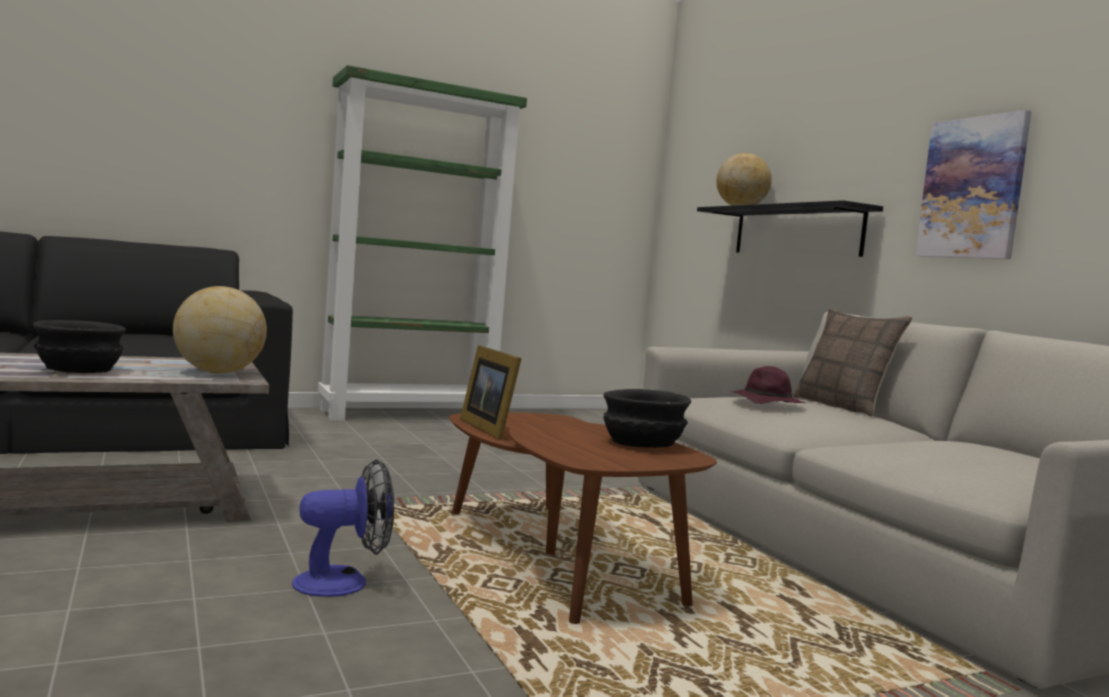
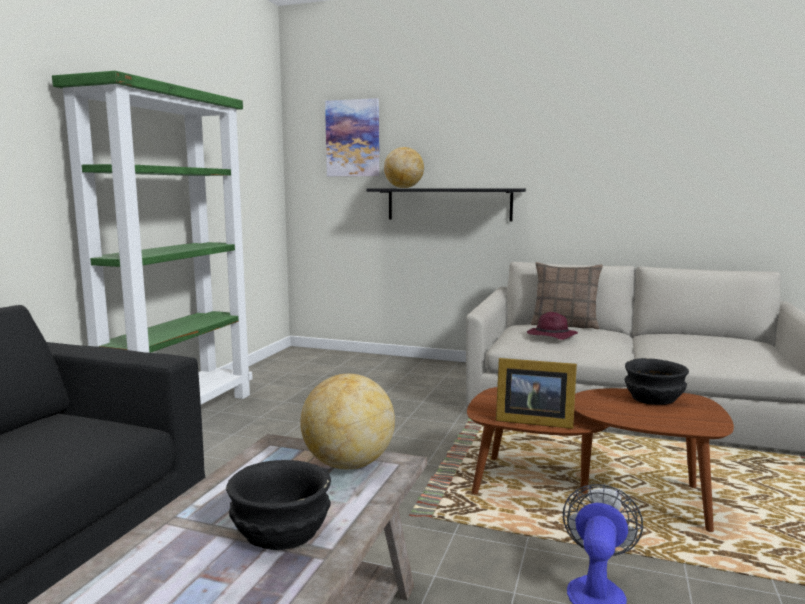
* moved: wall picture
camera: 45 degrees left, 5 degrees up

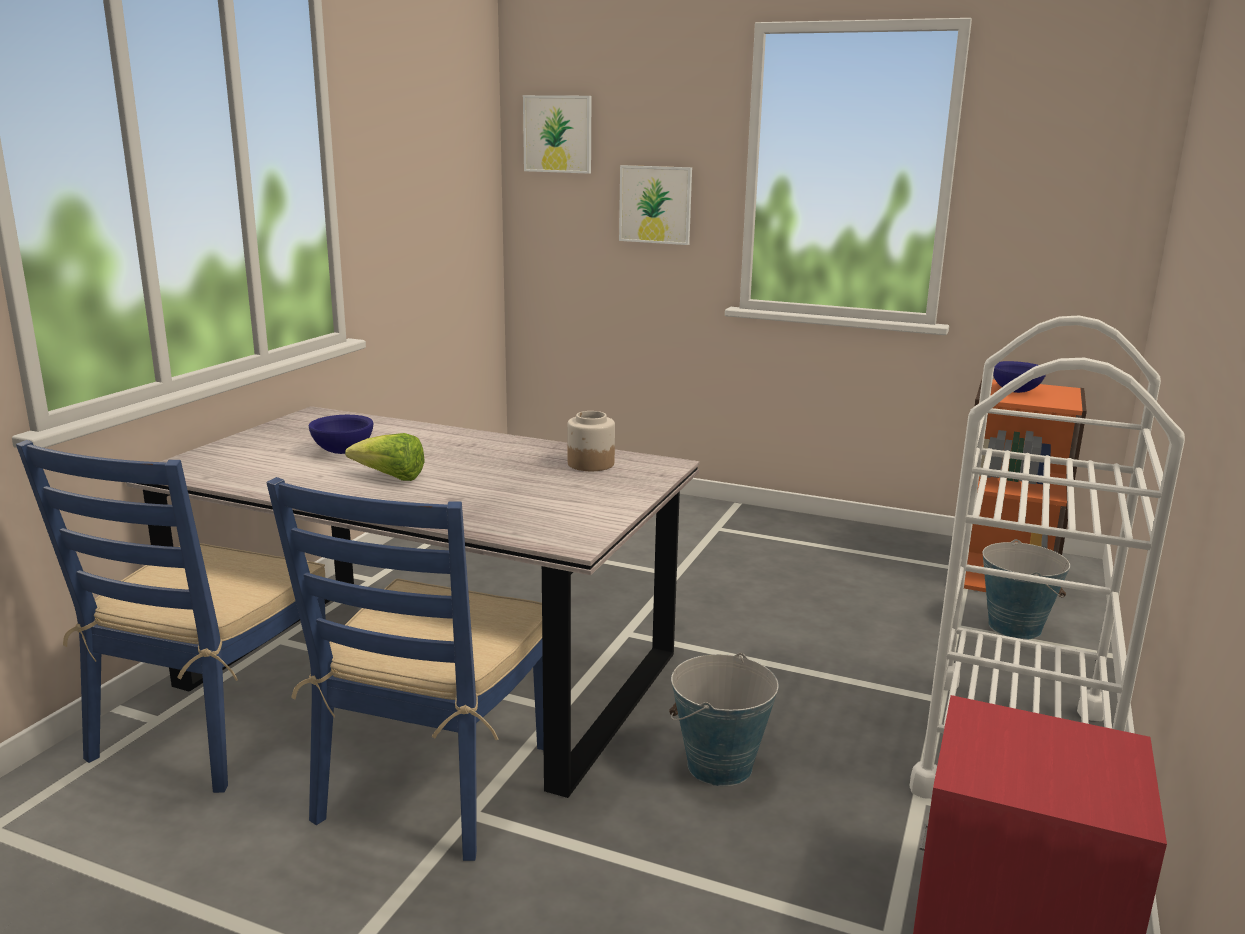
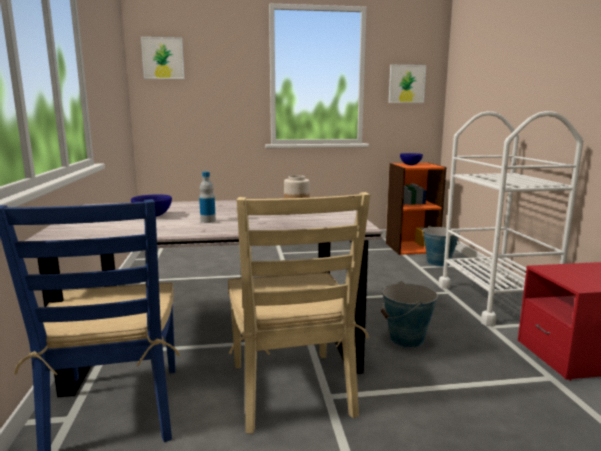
* replaced: head of lettuce to bottle
* recoloured: bluish upright chair (2nd from left) to beige-coloured upright chair
* moved: wall picture (2nd from left)
camera: 30 degrees left, 5 degrees down

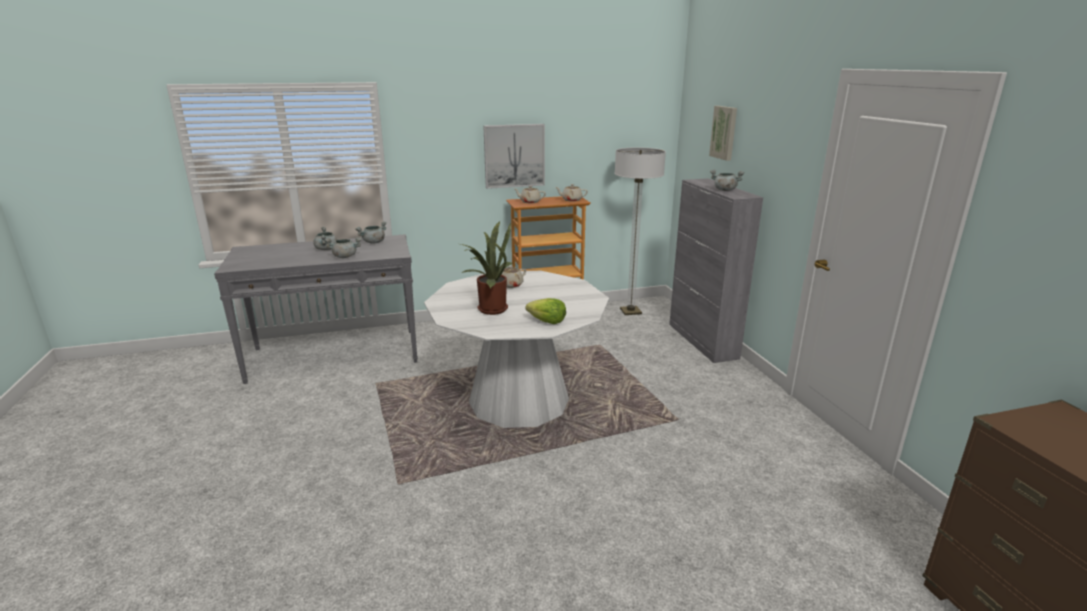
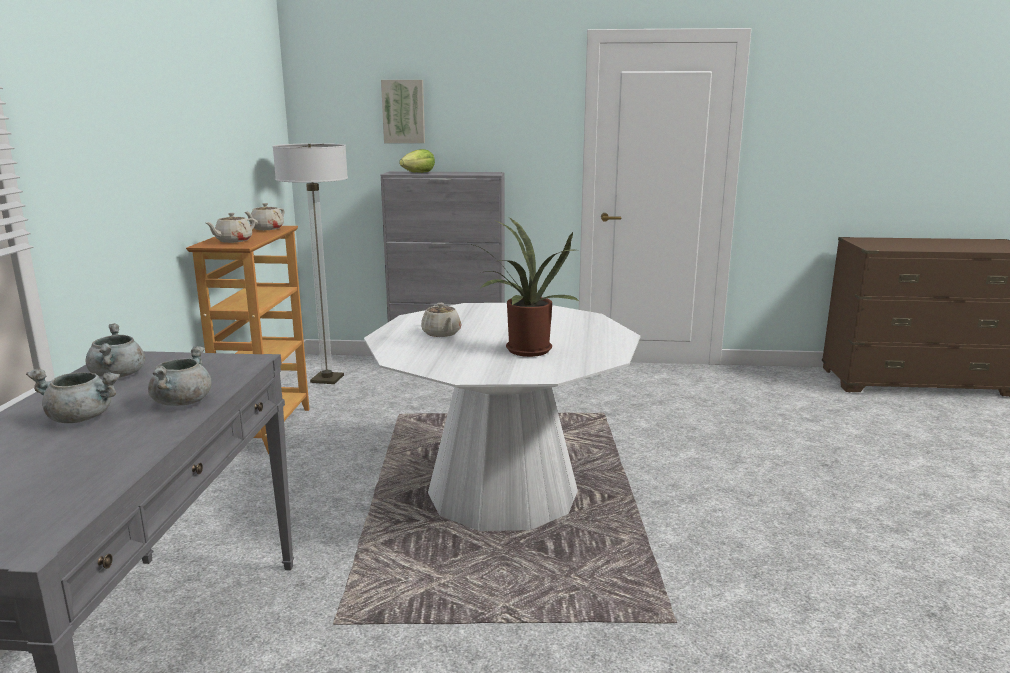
* moved: head of lettuce
* removed: wall picture (1st from left)
* removed: gray saucepot (4th from left)
camera: 70 degrees left, 5 degrees down

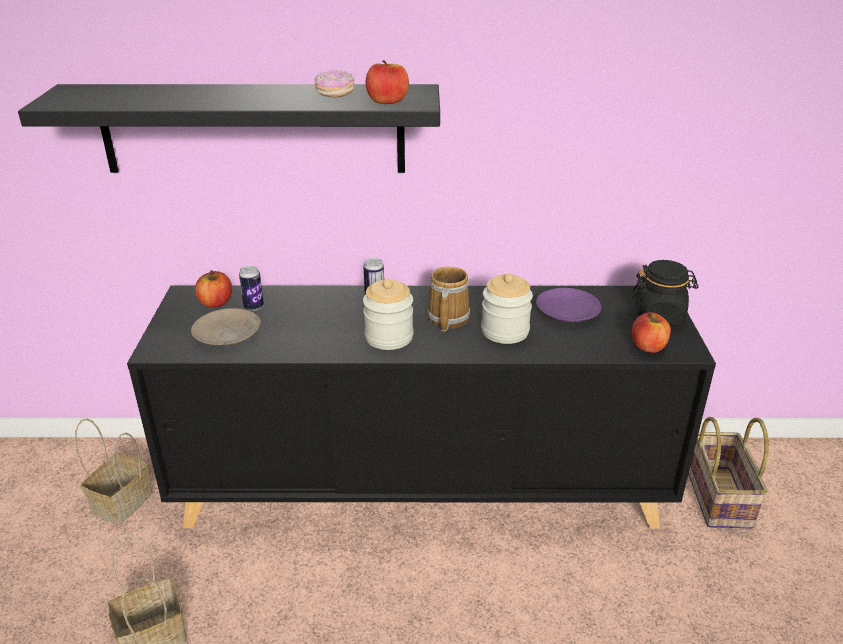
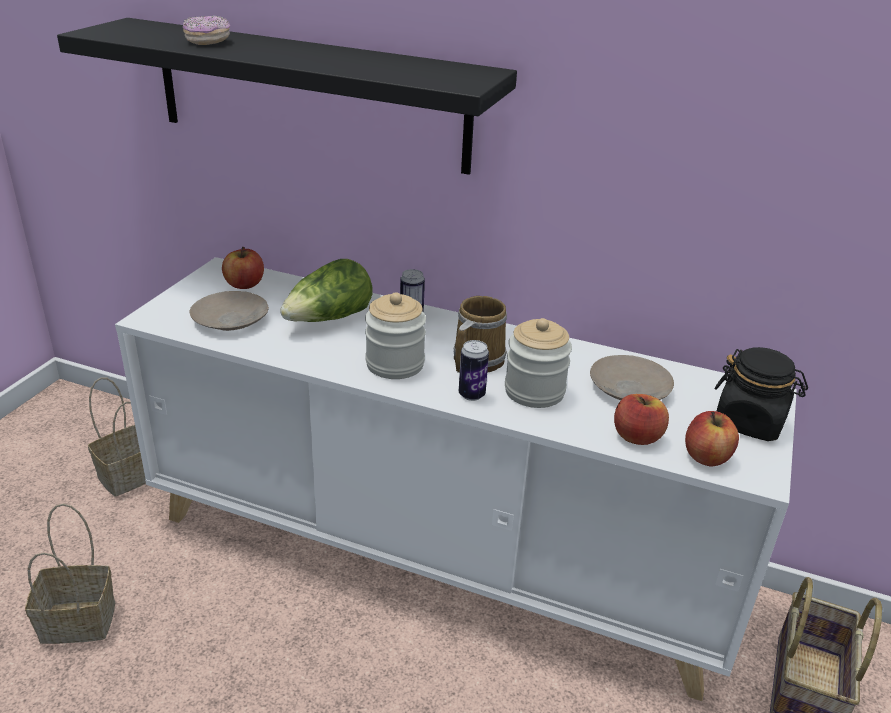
* recoloured: black-coloured cupboard to white-coloured cupboard
* moved: donut
* added: head of lettuce
* moved: can (1st from left in the first image) to can (2nd from left)
* recoloured: purple dinner plate to beige-coloured dinner plate (2nd from left)
* moved: apple fruit (2nd from left)
camera: 20 degrees right, 0 degrees up

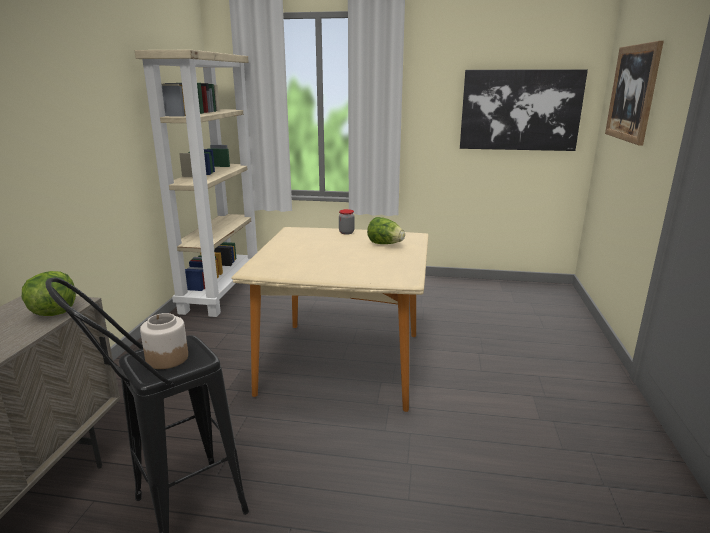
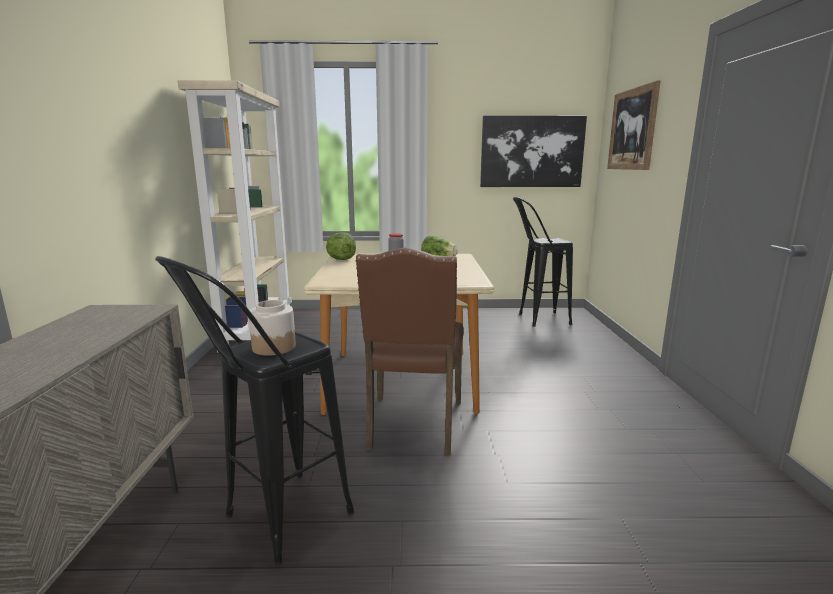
* moved: head of lettuce (1st from left)
* added: brown-coloured upright chair
* added: black-coloured sitting stool (2nd from left)
camera: 10 degrees left, 5 degrees down

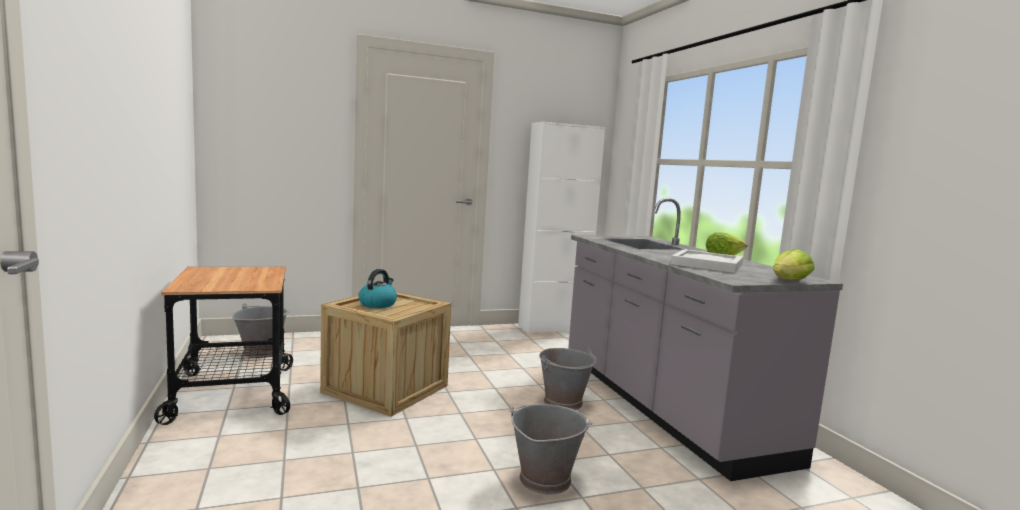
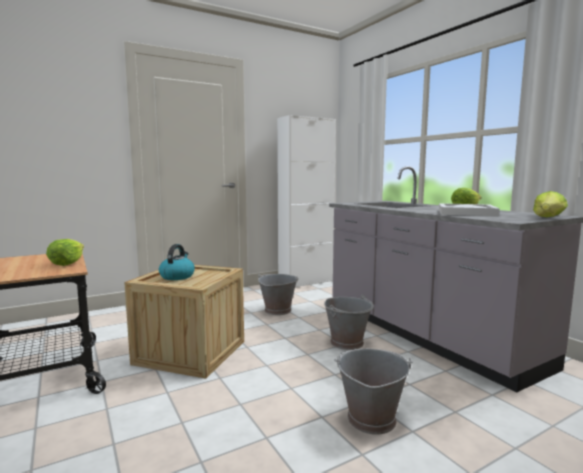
* added: head of lettuce (1st from left)
* moved: gray bucket (1st from left)
camera: 10 degrees left, 0 degrees up

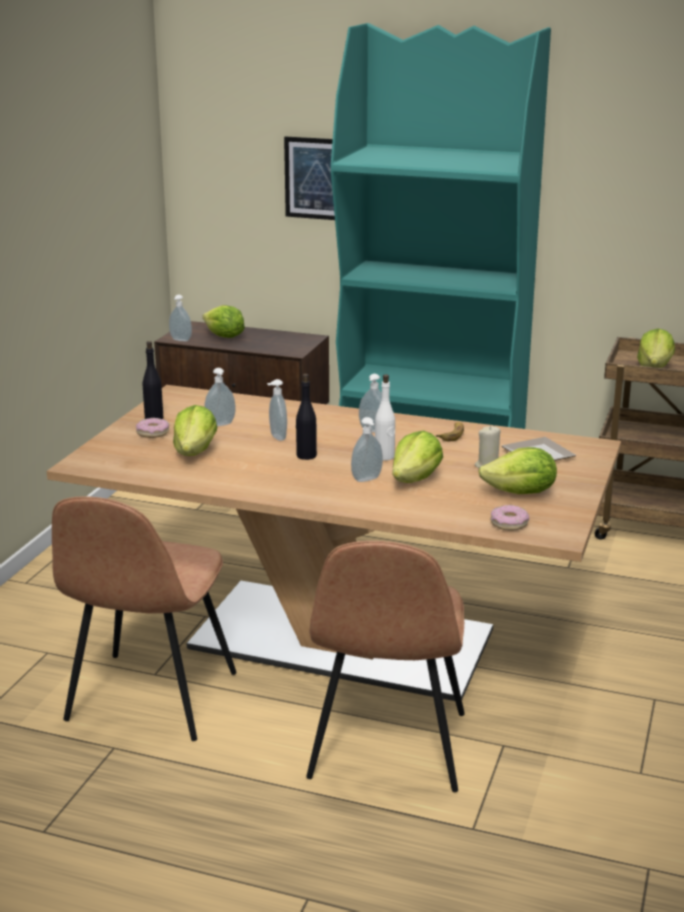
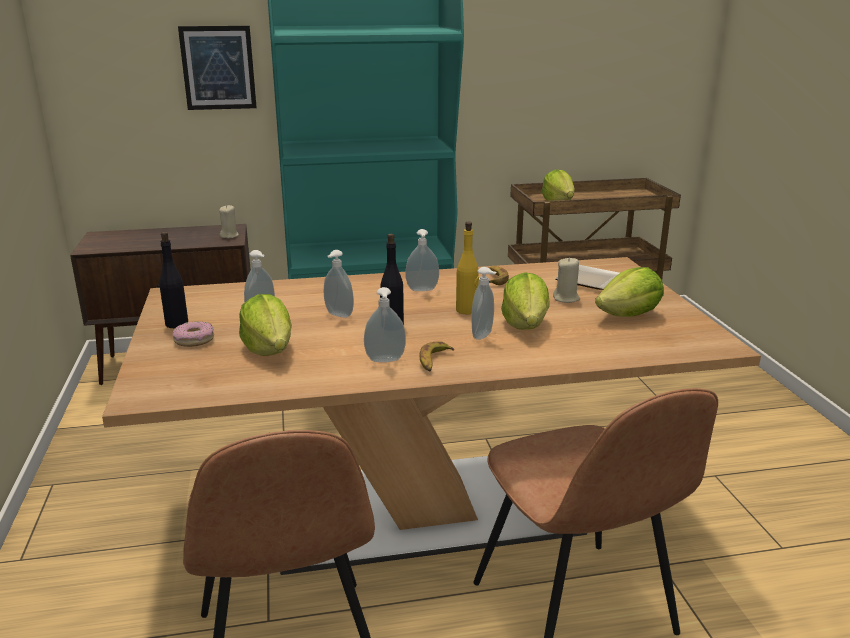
* added: beige-coloured candle (1st from left)
* moved: soap bottle (1st from left in the first image) to soap bottle (3rd from left)
* added: whole banana (1st from left)
* recoloured: white-coloured bottle to yellowish bottle
* removed: head of lettuce (2nd from left)
* removed: donut (2nd from left)
camera: 30 degrees left, 0 degrees up

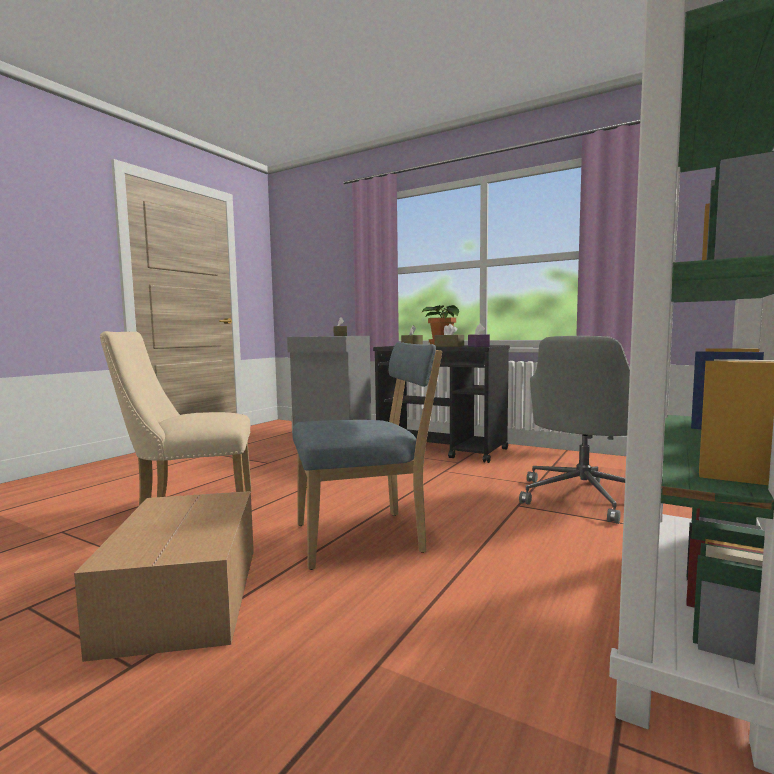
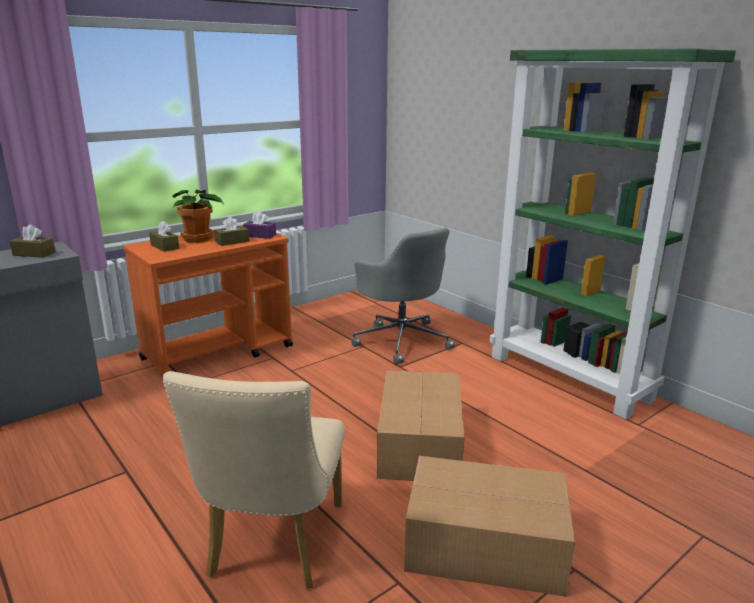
* recoloured: black-coloured trolley to orange trolley
* replaced: bluish upright chair to cardboard box (1st from left)
camera: 70 degrees left, 15 degrees up

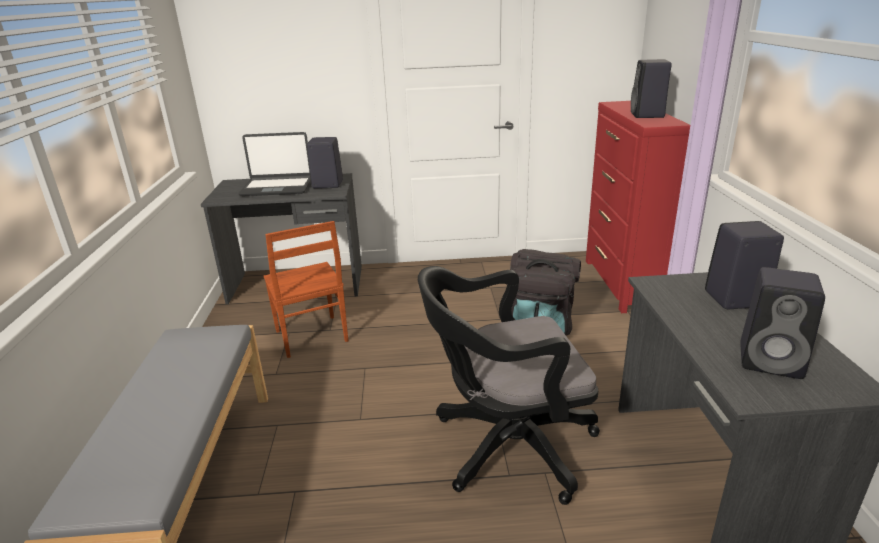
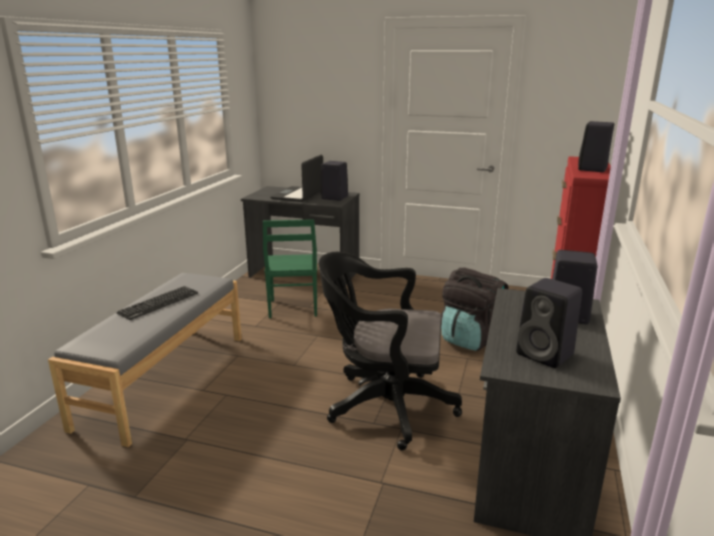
* added: computer keyboard
* recoloured: brown-coloured upright chair to greenish upright chair
* turned: portable computer 90 degrees clockwise
camera: 20 degrees right, 5 degrees down

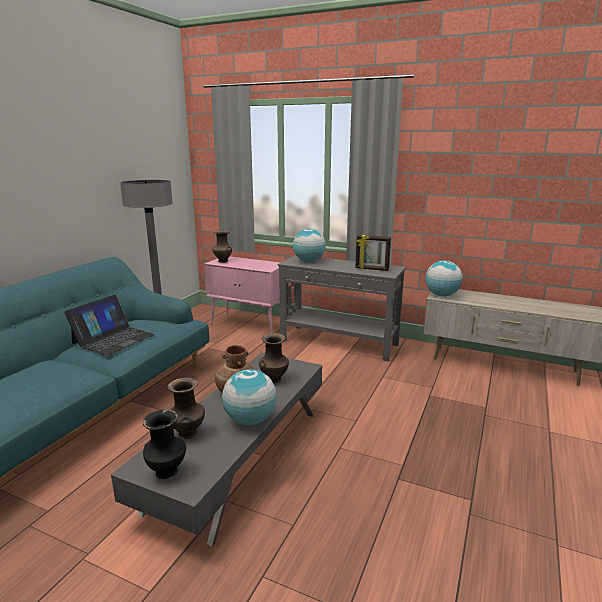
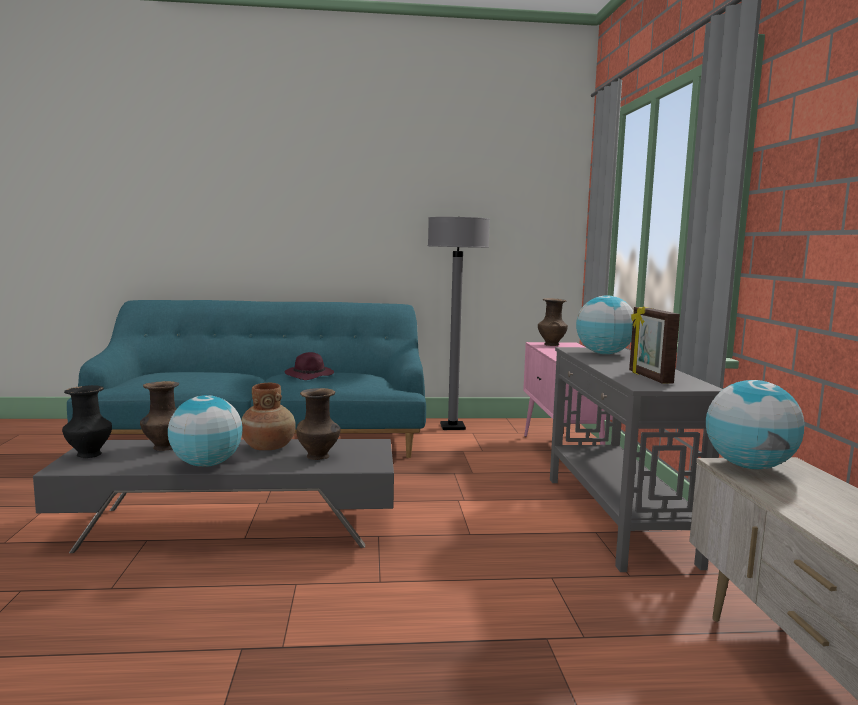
* replaced: portable computer to purple clothing hat
camera: 60 degrees right, 10 degrees down

